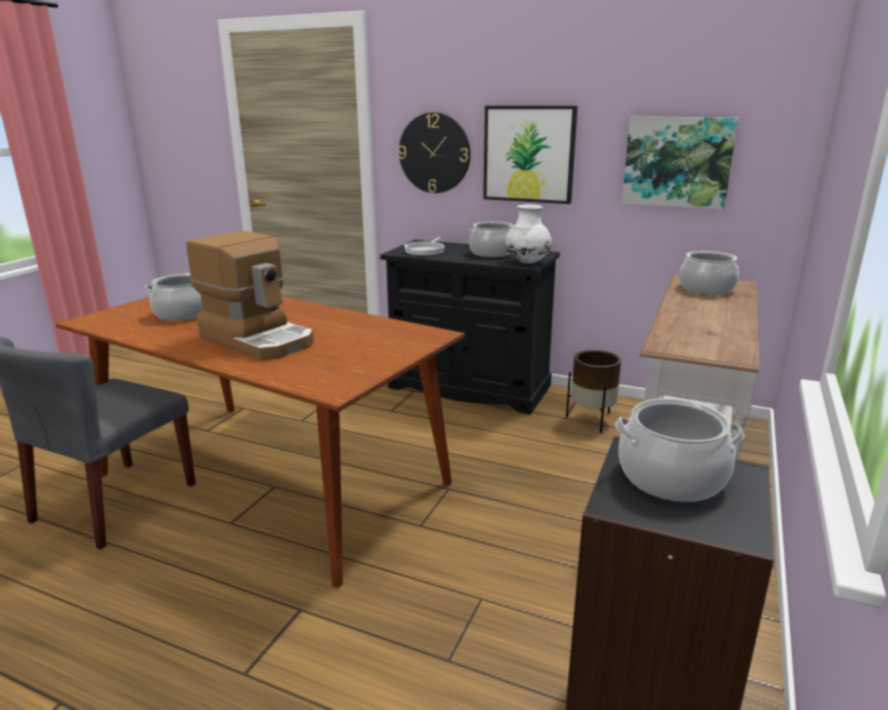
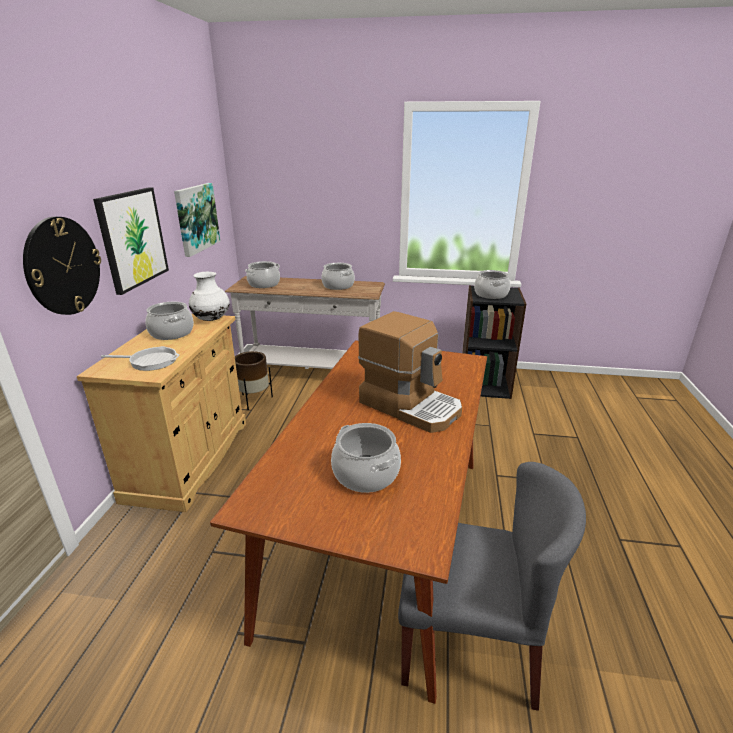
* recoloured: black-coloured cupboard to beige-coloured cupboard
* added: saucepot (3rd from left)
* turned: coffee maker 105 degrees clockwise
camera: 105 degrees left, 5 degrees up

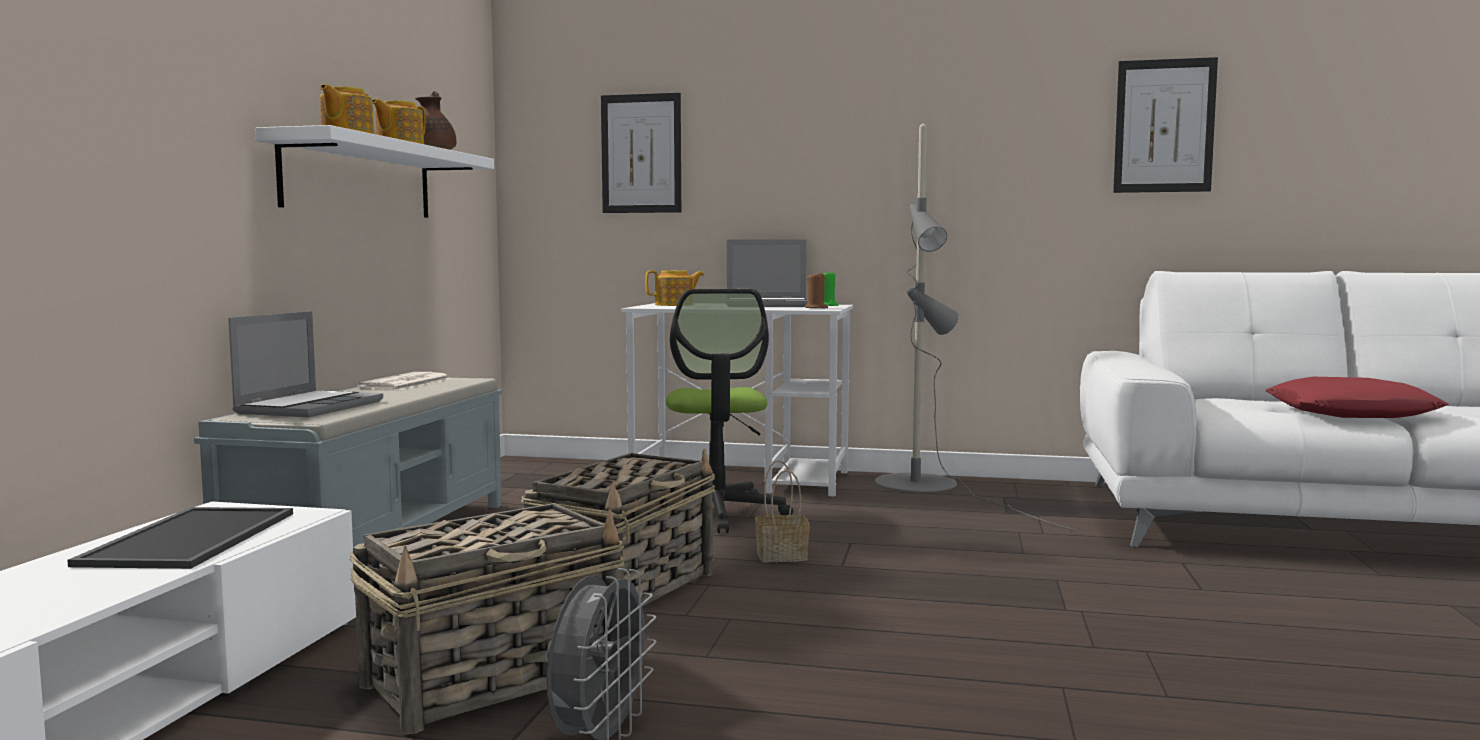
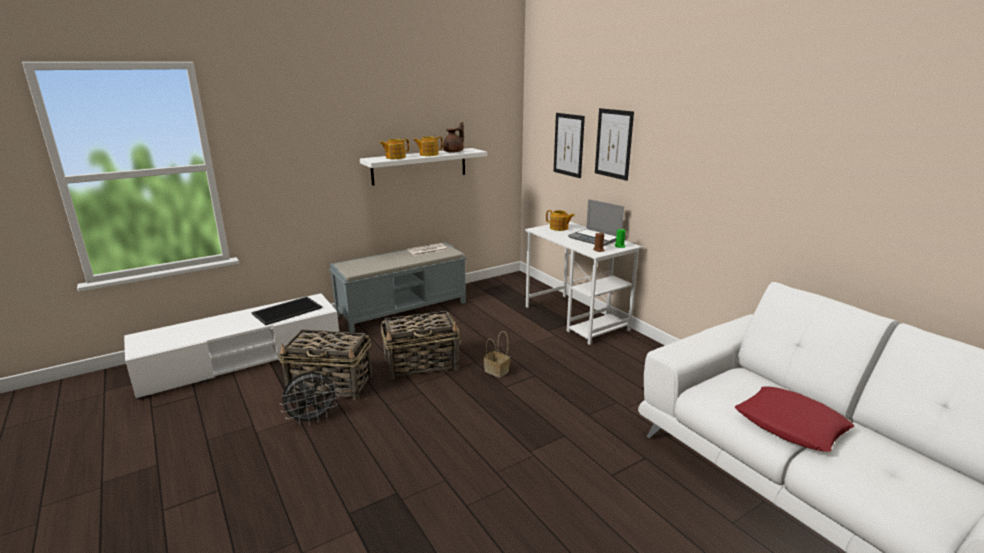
* moved: wall picture (2nd from left)
* removed: portable computer (1st from left)
* removed: desk chair
* removed: gray floor lamp
camera: 45 degrees right, 15 degrees up

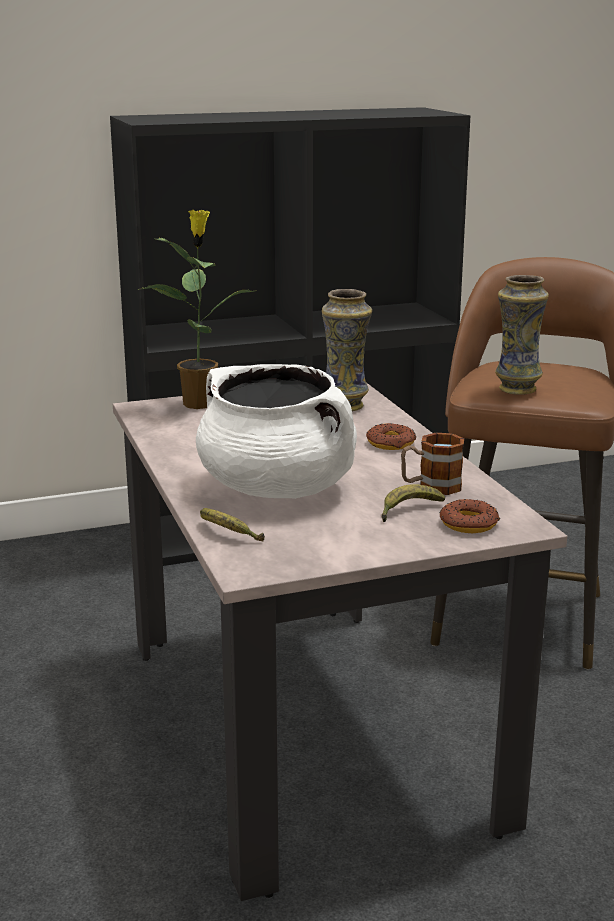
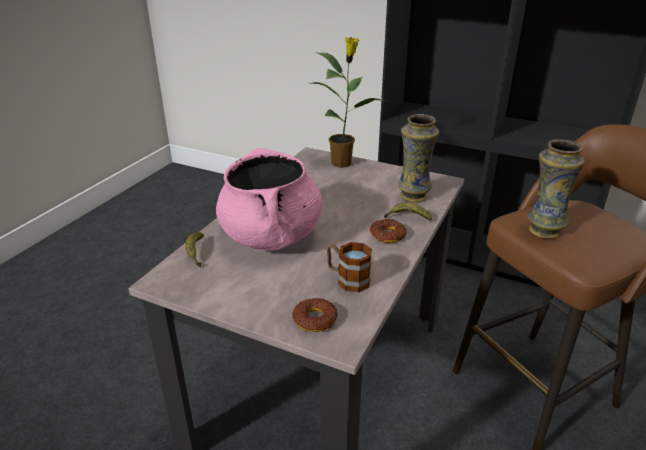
* recoloured: white-coloured saucepot to pink-coloured saucepot
* moved: whole banana (2nd from left)
camera: 45 degrees right, 10 degrees up

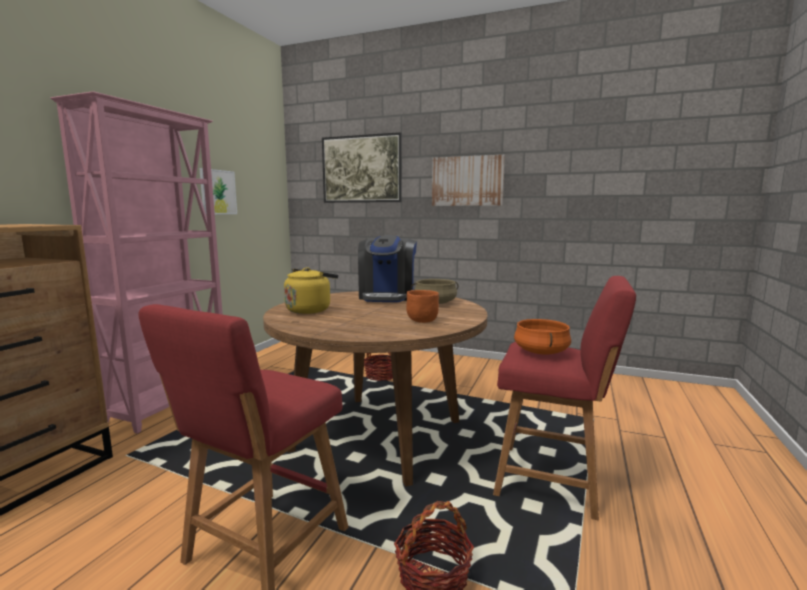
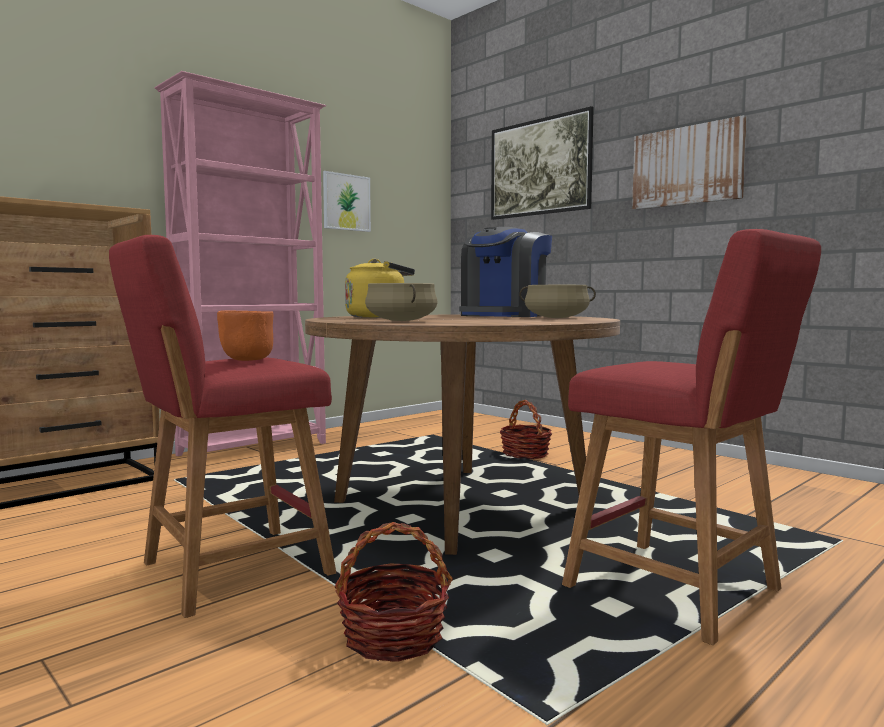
* moved: orange deep dish
* added: beige-coloured saucepot (1st from left)
* removed: orange saucepot
camera: 25 degrees right, 5 degrees down

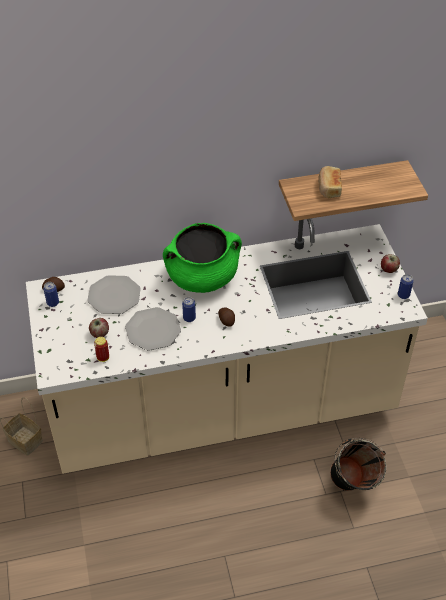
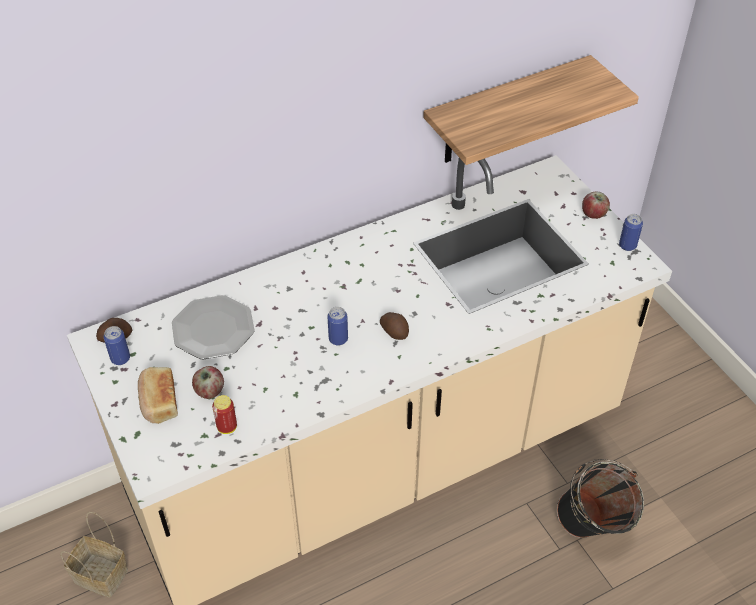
* moved: bread
* removed: dinner plate (2nd from left)
* removed: greenish saucepot
camera: 15 degrees left, 0 degrees up

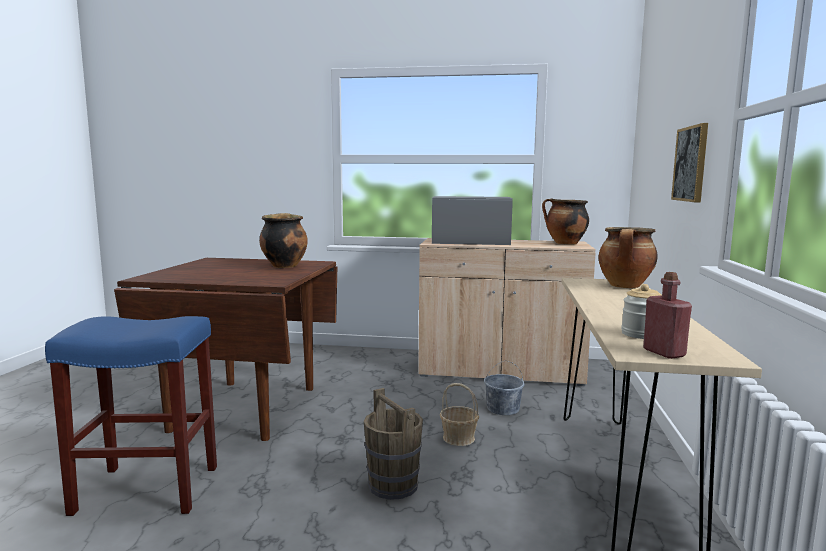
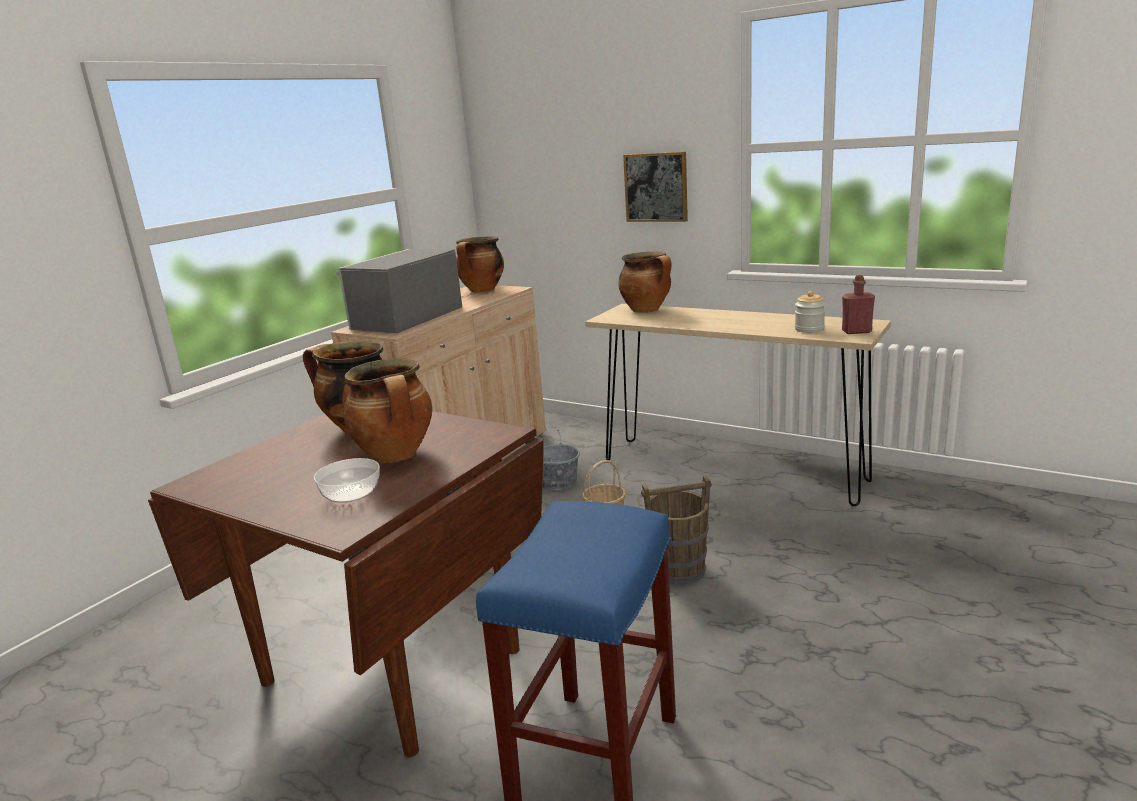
* added: deep dish
* added: saucepot (2nd from left)
camera: 65 degrees left, 10 degrees up

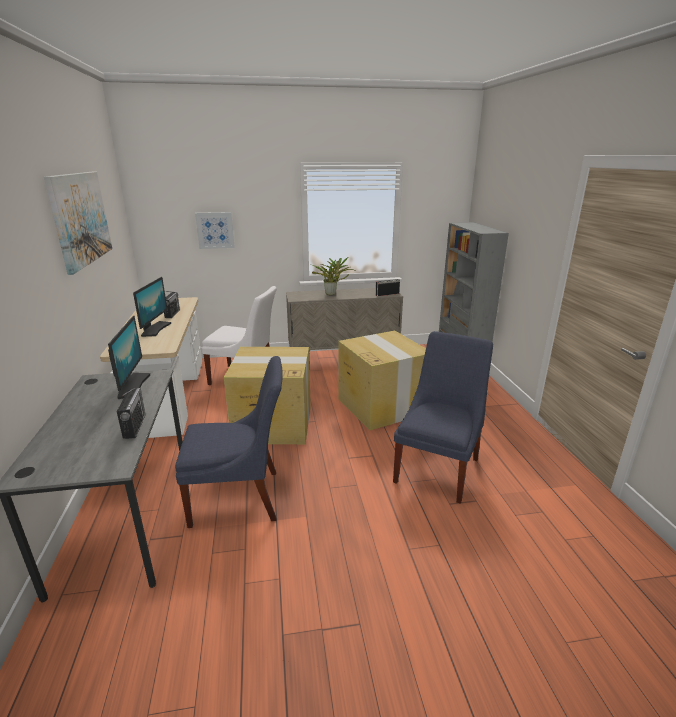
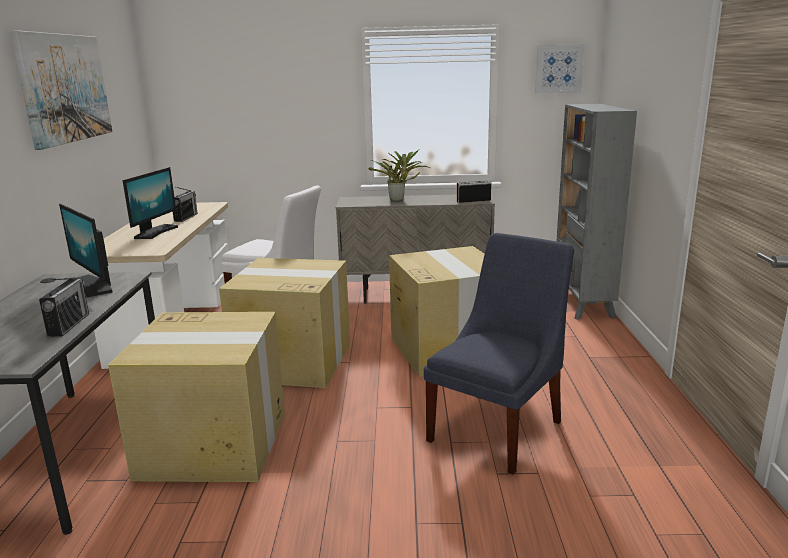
* turned: computer screen (1st from left) 135 degrees clockwise
* replaced: bluish upright chair (1st from left) to cardboard box (1st from left)
* moved: wall picture (2nd from left)
camera: 10 degrees right, 5 degrees down

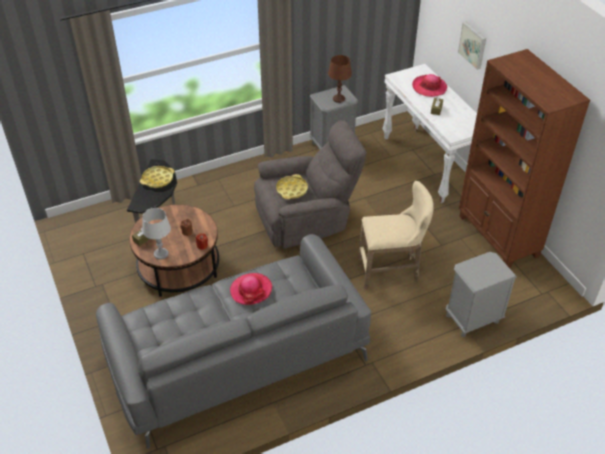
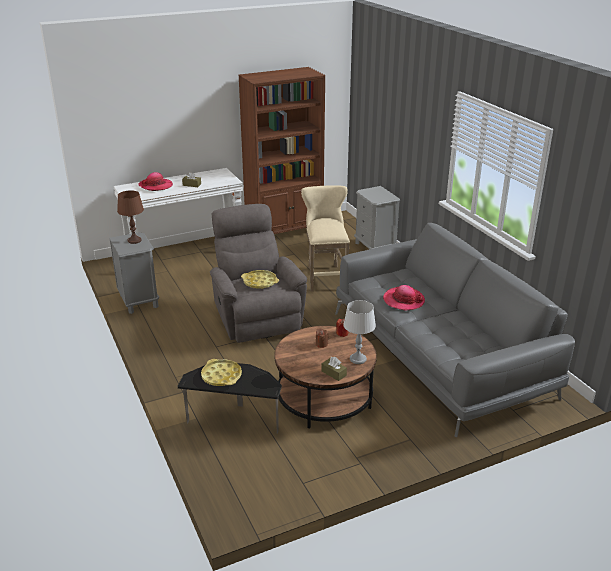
* removed: wall picture
camera: 90 degrees left, 15 degrees down

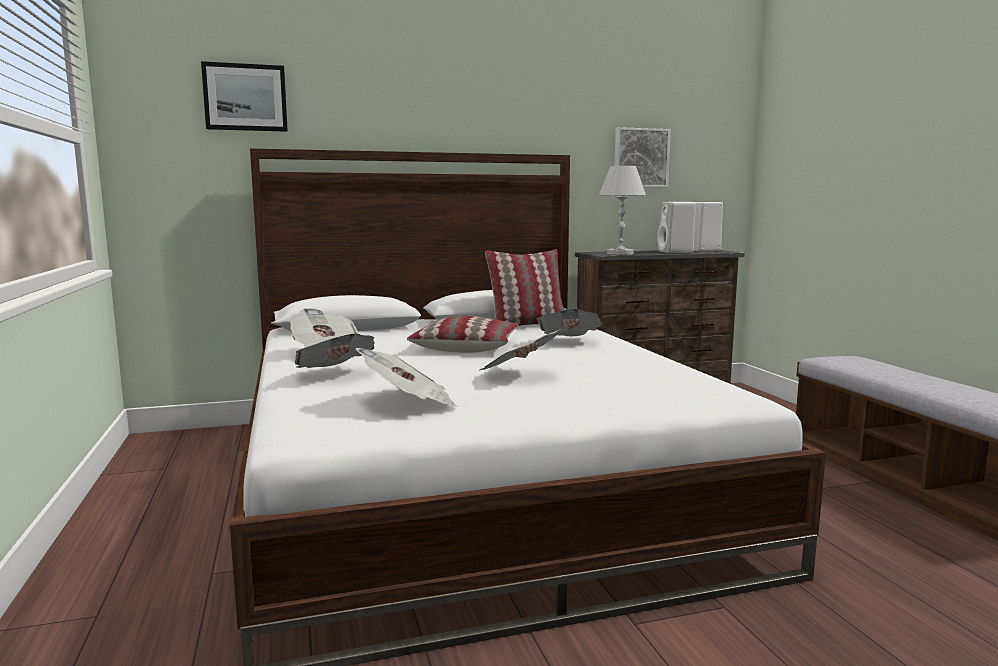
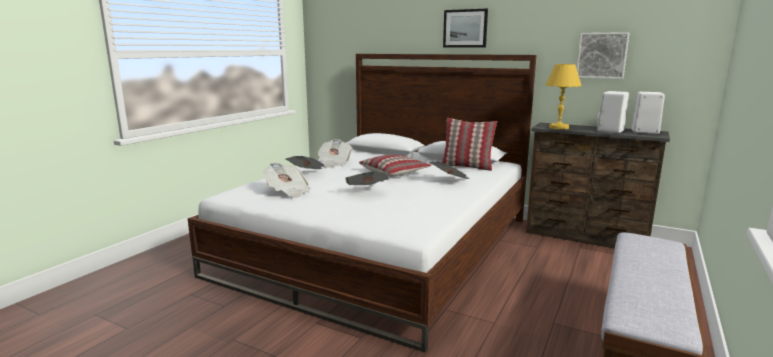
* moved: wall picture (1st from left)
* recoloured: white-coloured tabletop lamp to yellowish tabletop lamp
camera: 45 degrees right, 5 degrees up

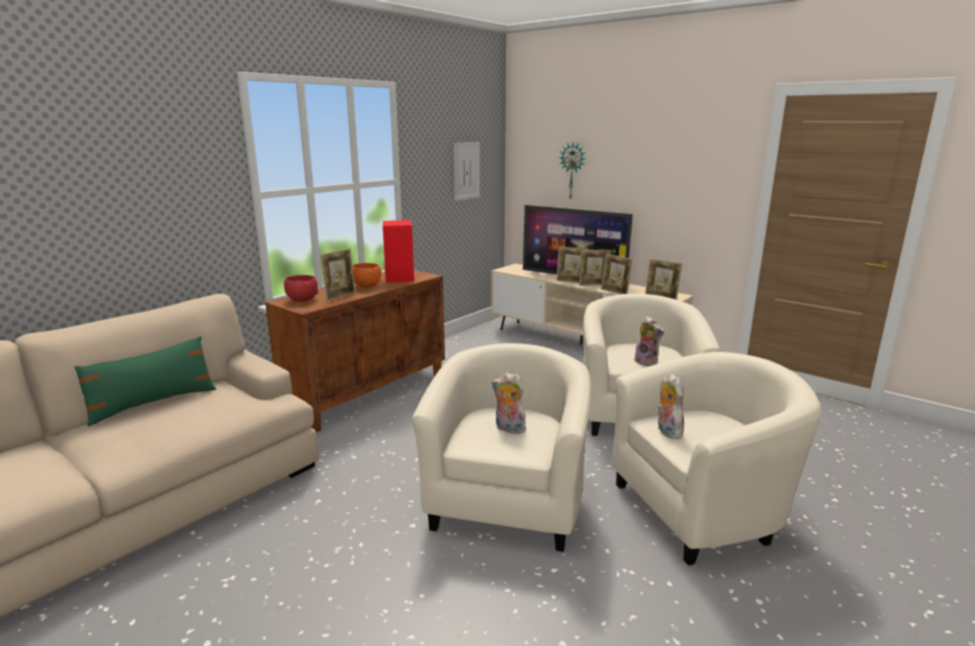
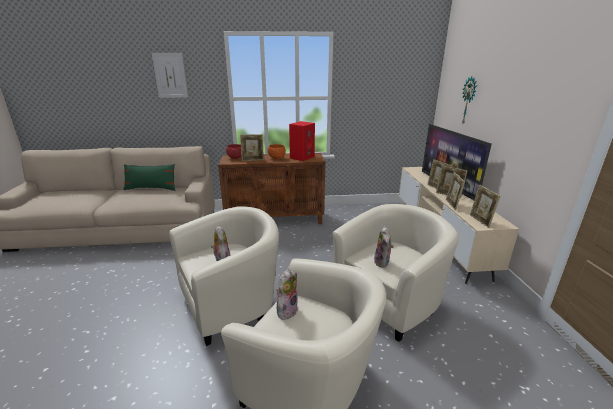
* moved: wall picture
camera: 45 degrees right, 5 degrees up

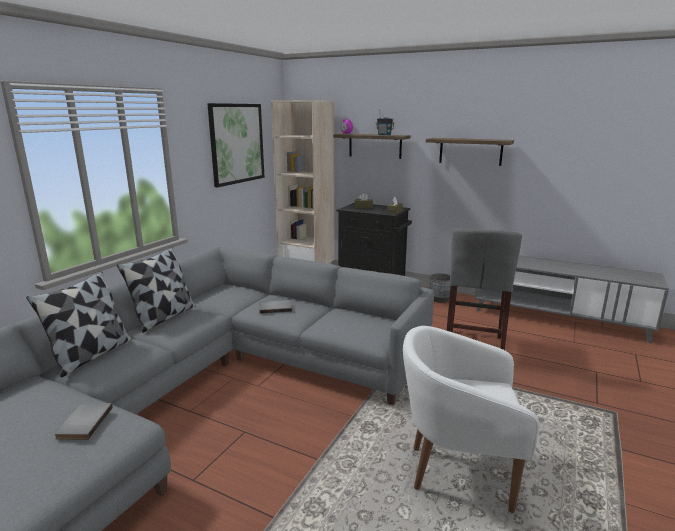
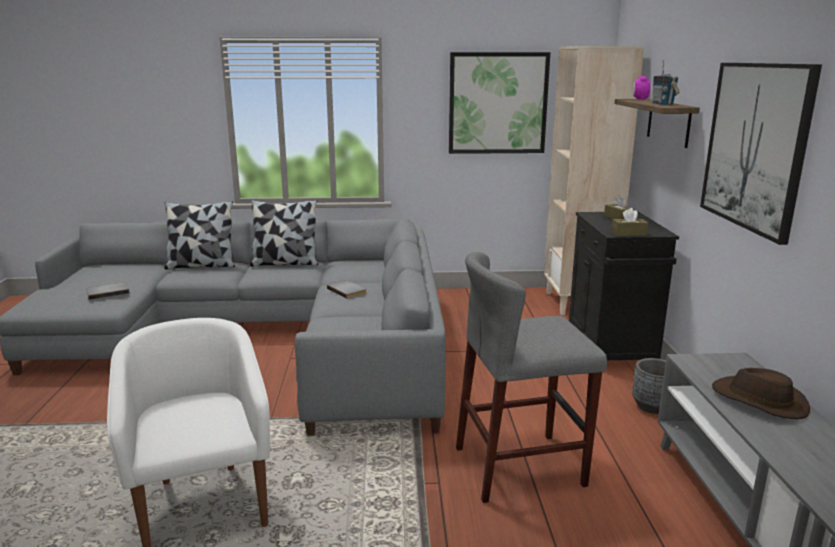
* replaced: shelf (2nd from left) to wall picture (2nd from left)
* added: brown-coloured clothing hat
camera: 60 degrees right, 0 degrees up

